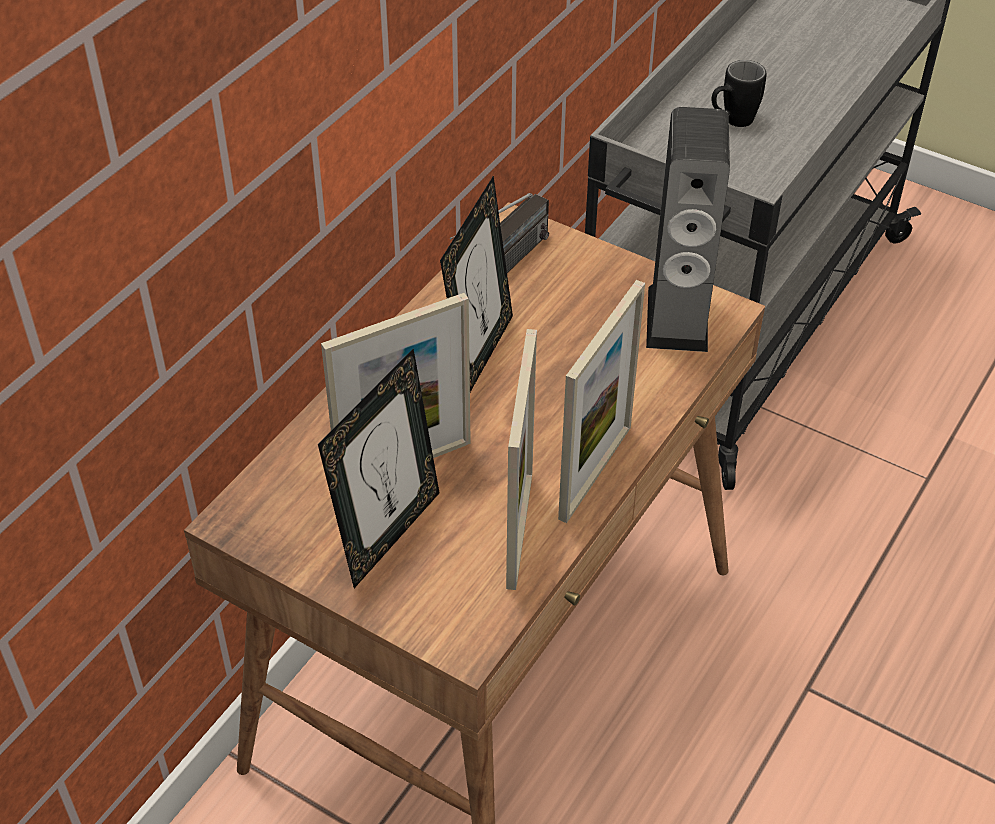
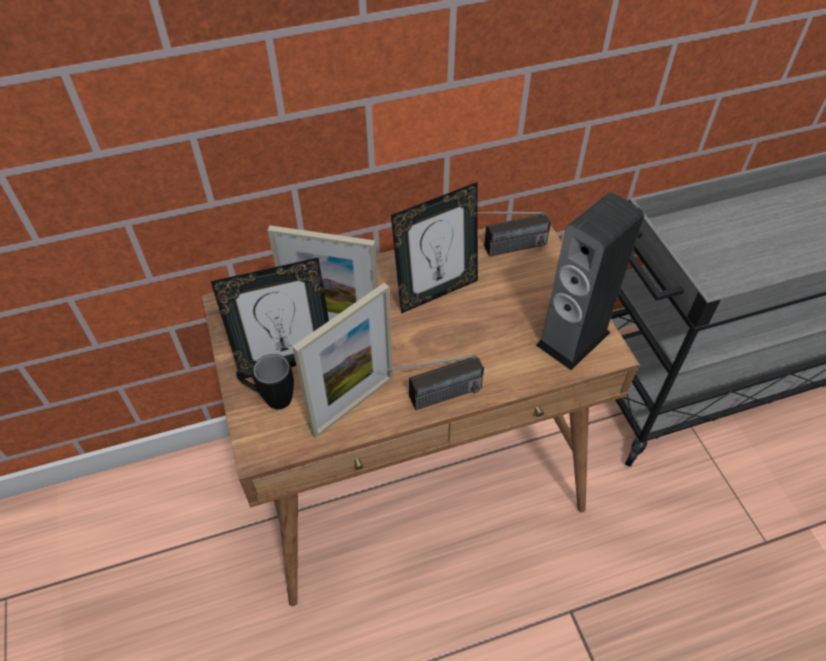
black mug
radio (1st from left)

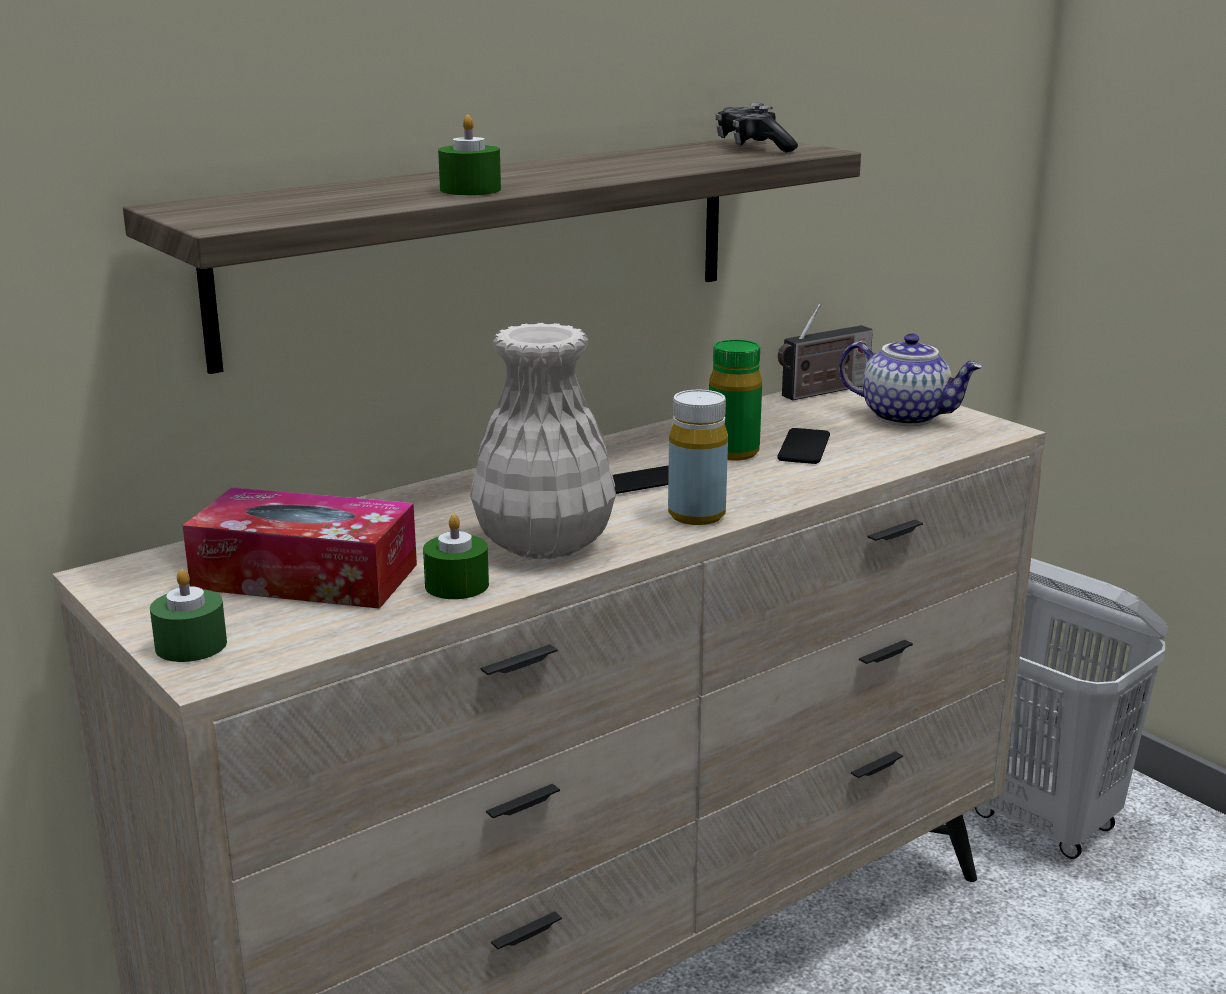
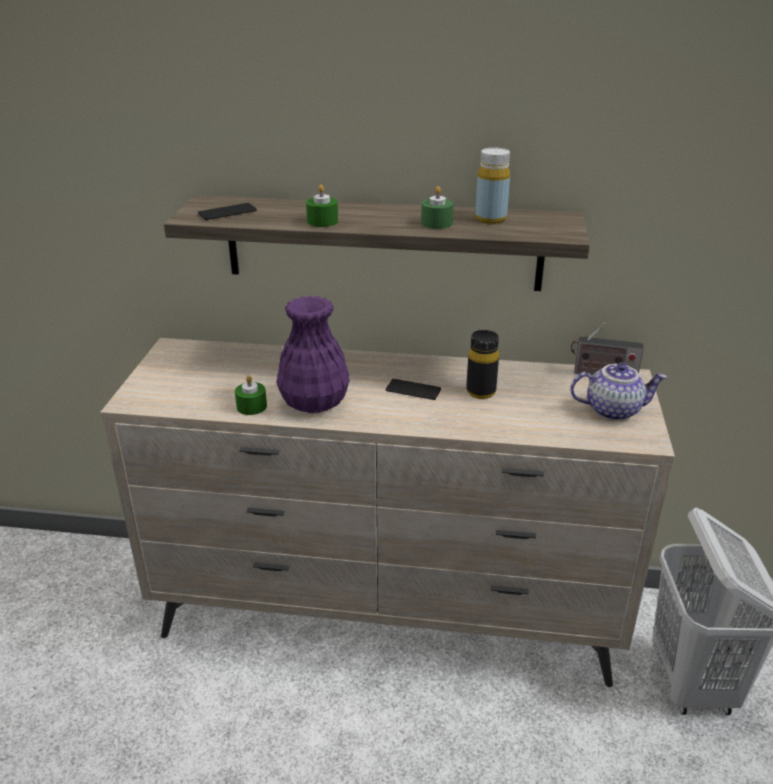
phone (1st from left)
purple vase
green candle (3rd from left)
black bottle
yellow bottle
teapot
tissue box
game controller

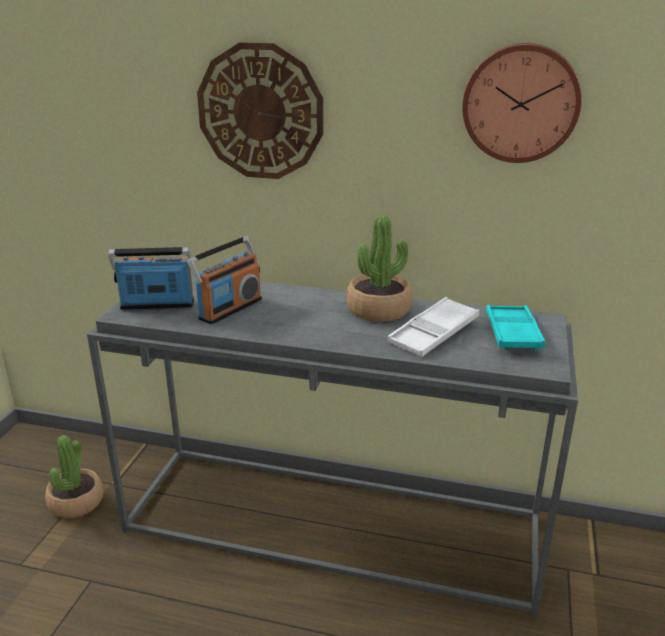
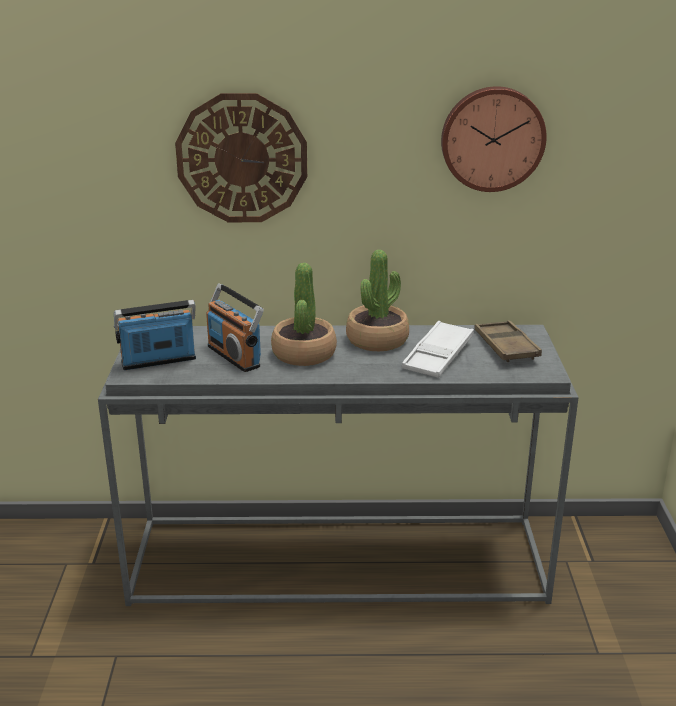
radio (2nd from left)
potted plant (1st from left)
brown tray

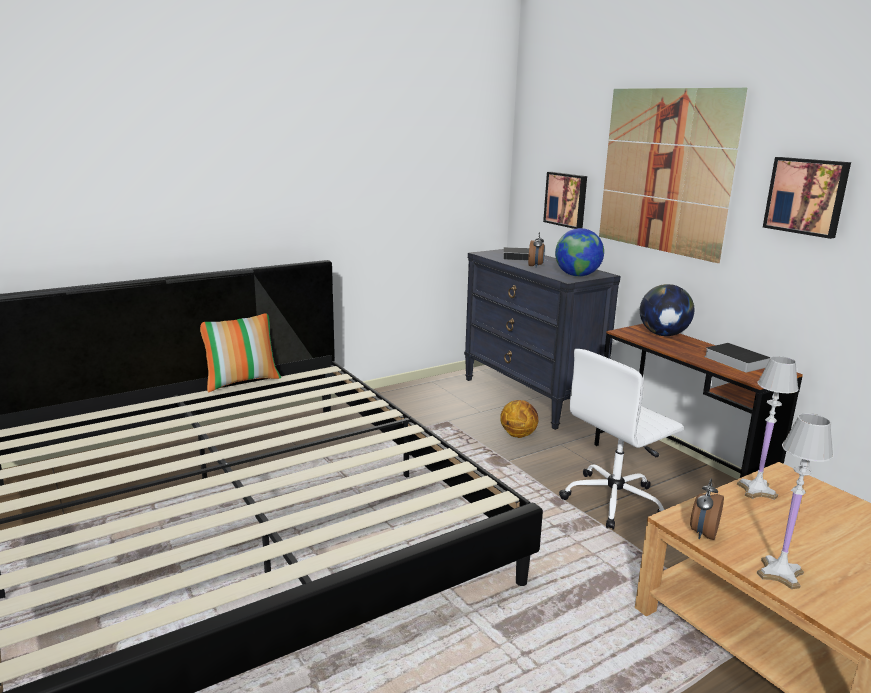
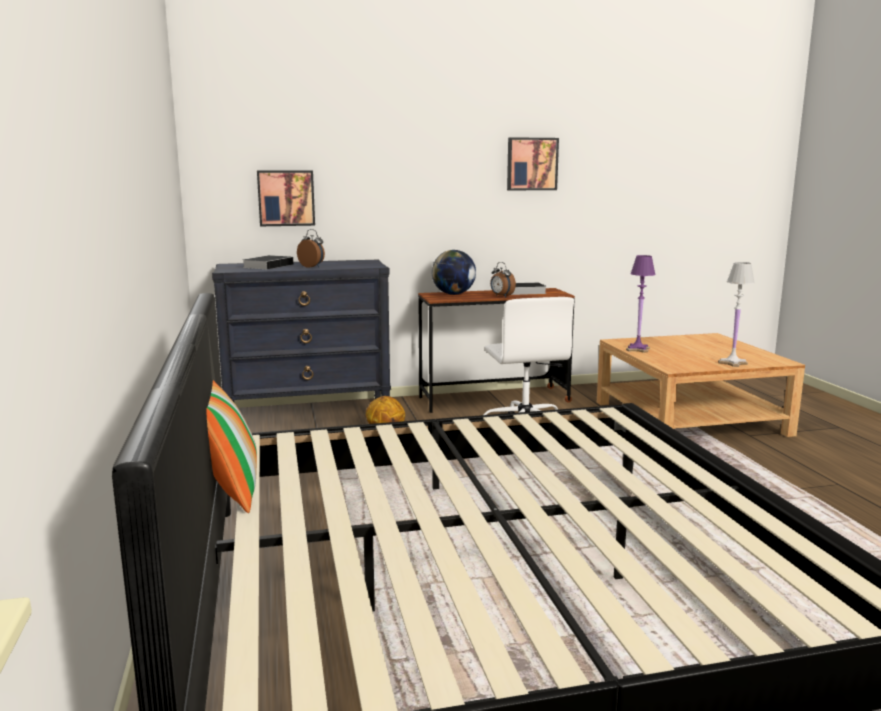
alarm clock (2nd from left)
purple table lamp
globe (1st from left in the first image)
picture (2nd from left in the first image)

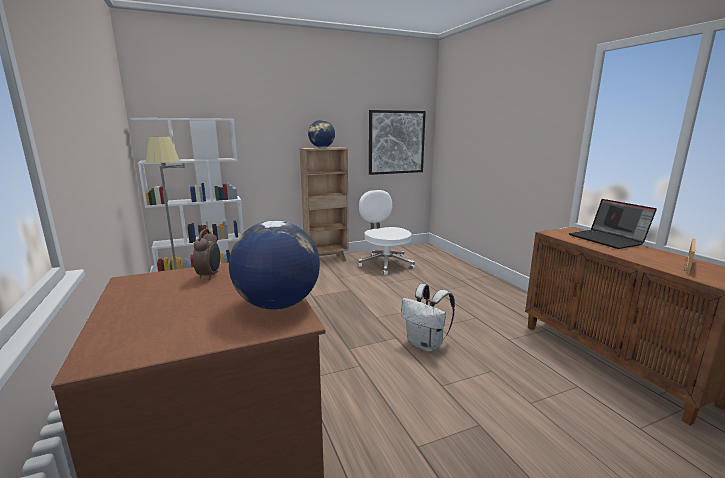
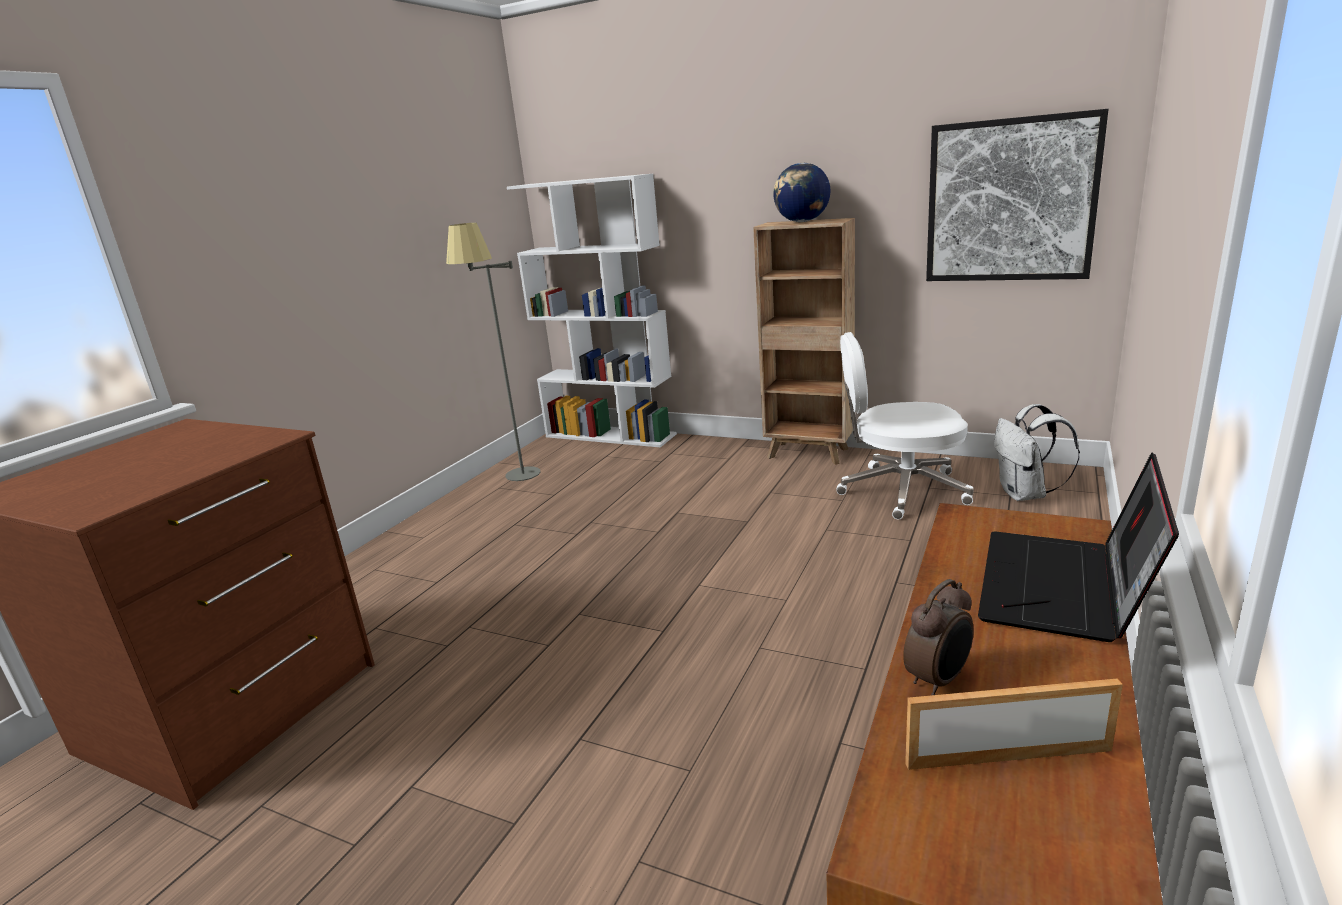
white office chair
alarm clock
white backpack
globe (1st from left in the first image)

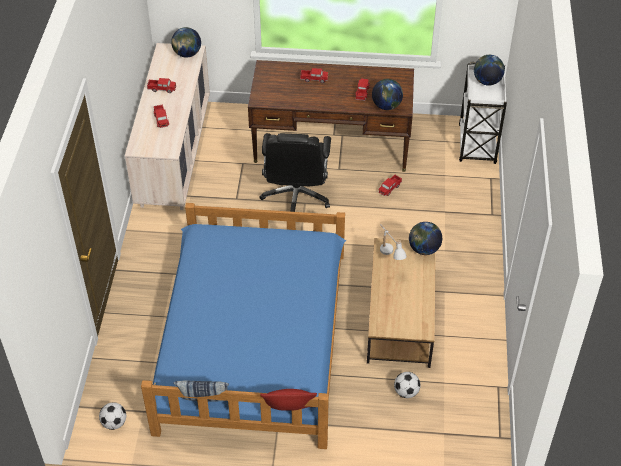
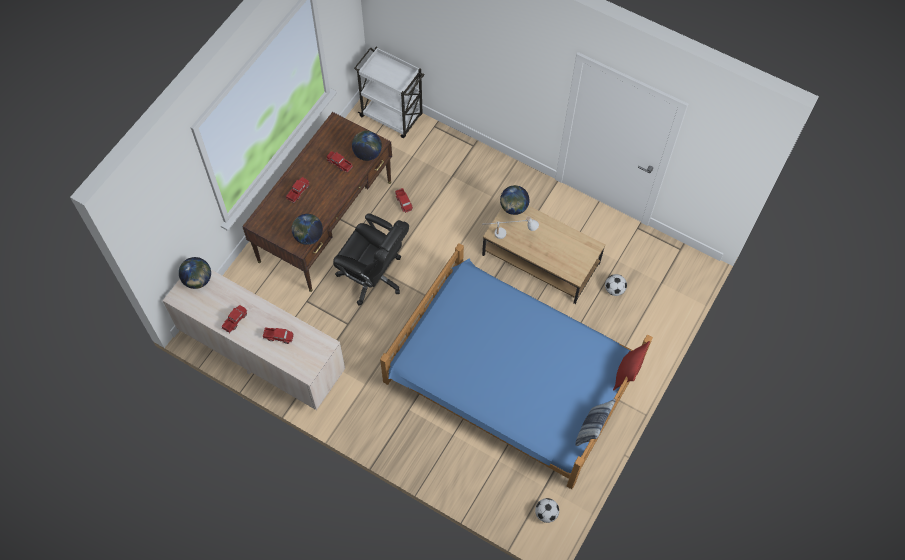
globe (2nd from left)

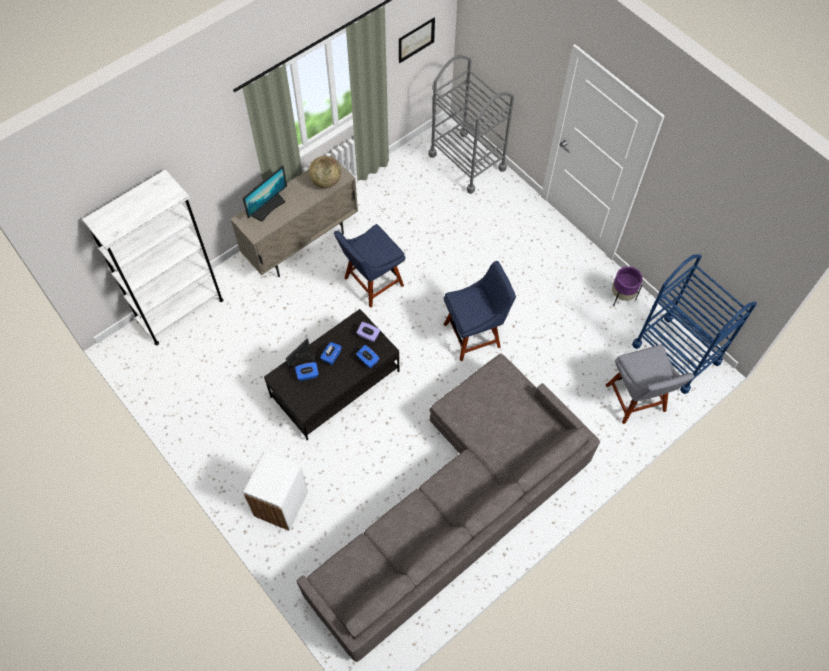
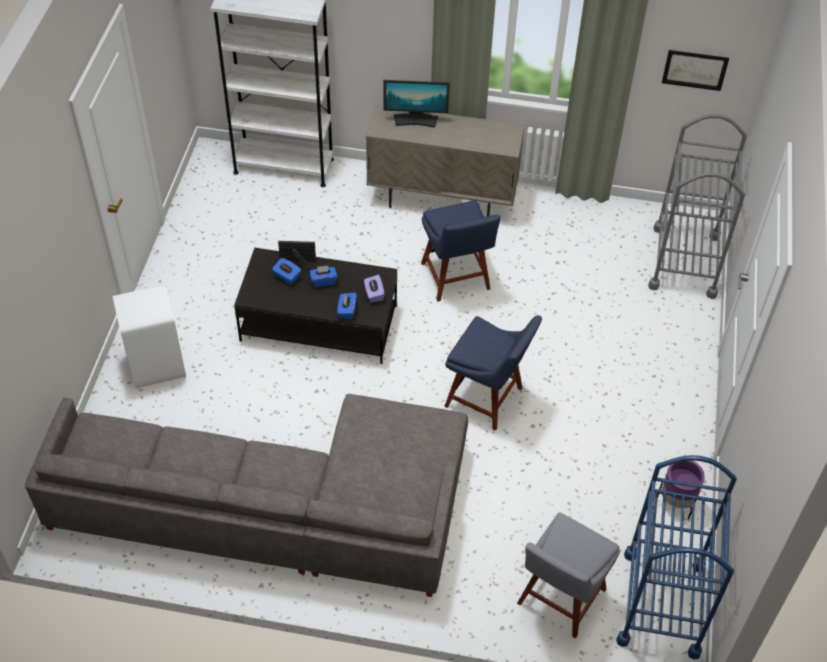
blue chair (1st from left)
globe

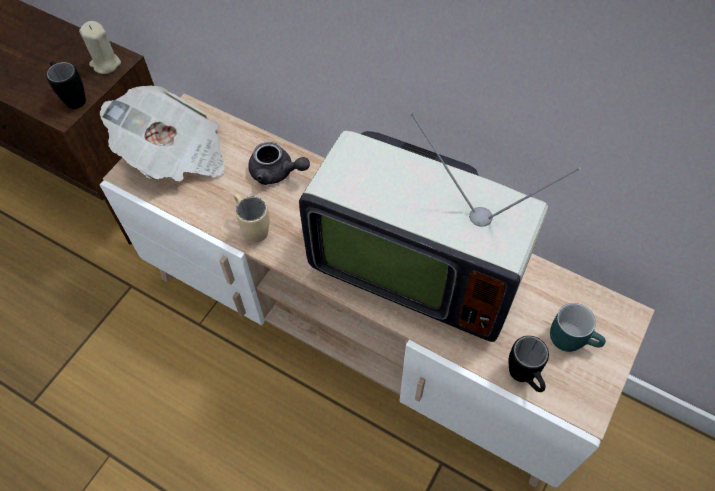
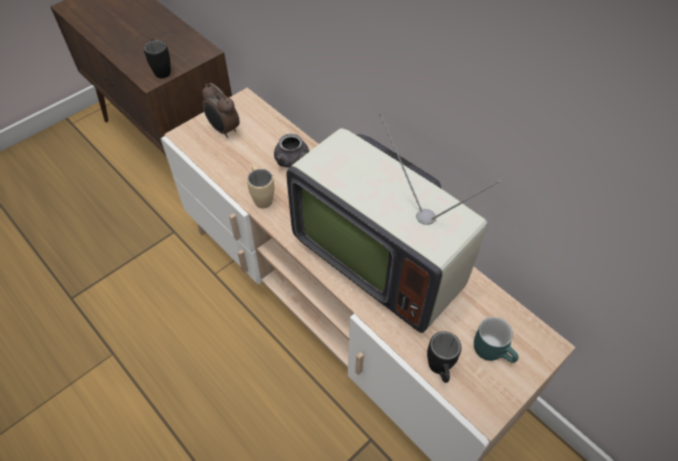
alarm clock
beige candle

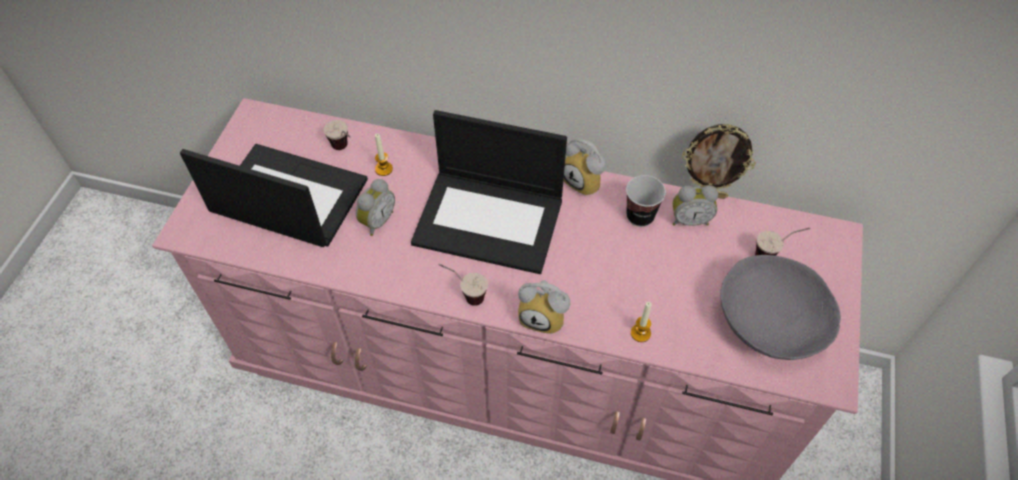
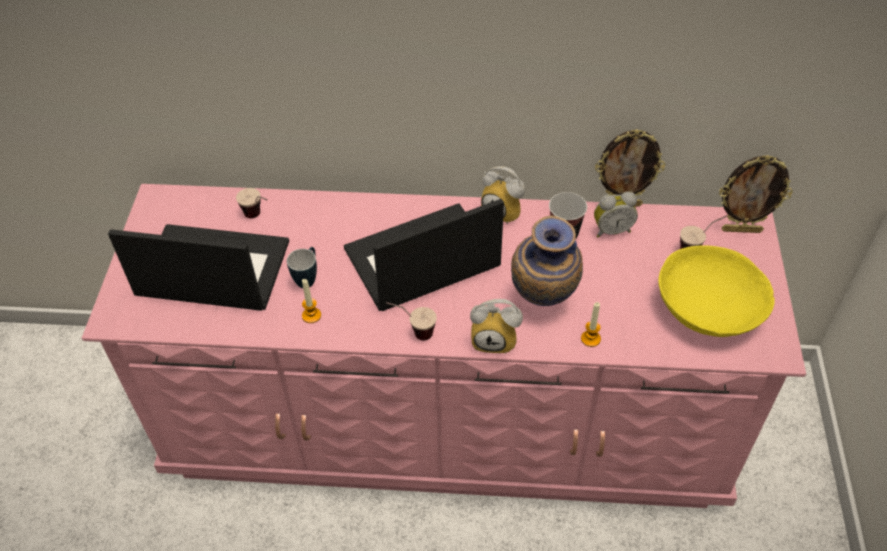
mug
candle (1st from left)
laptop (2nd from left)
vase
yellow bowl
picture frame (2nd from left)

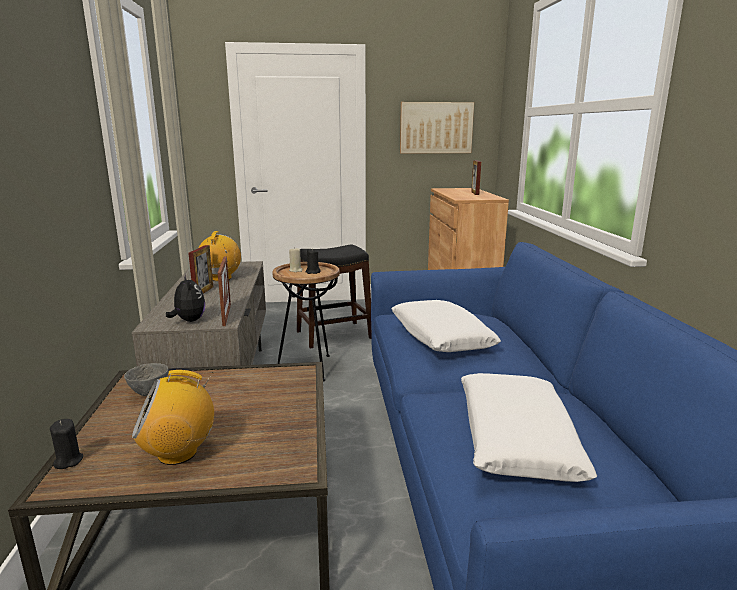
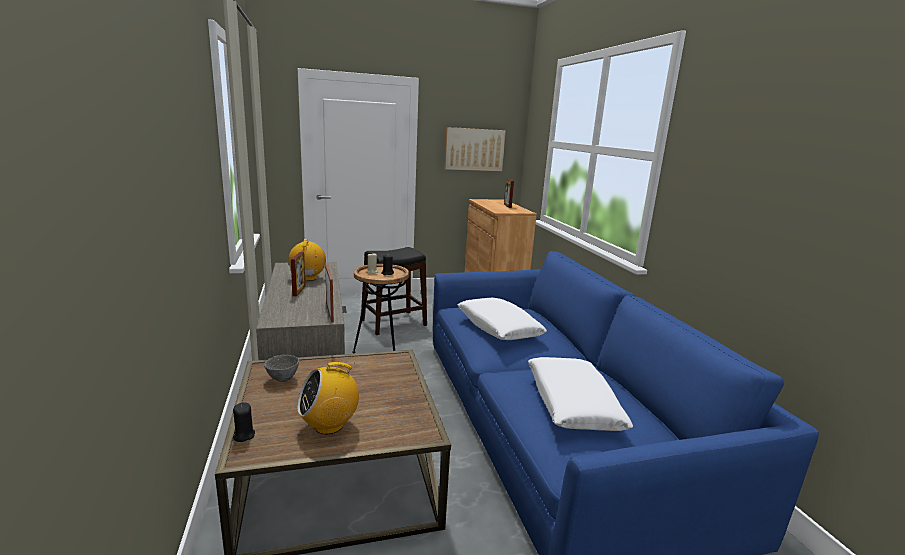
plush toy

